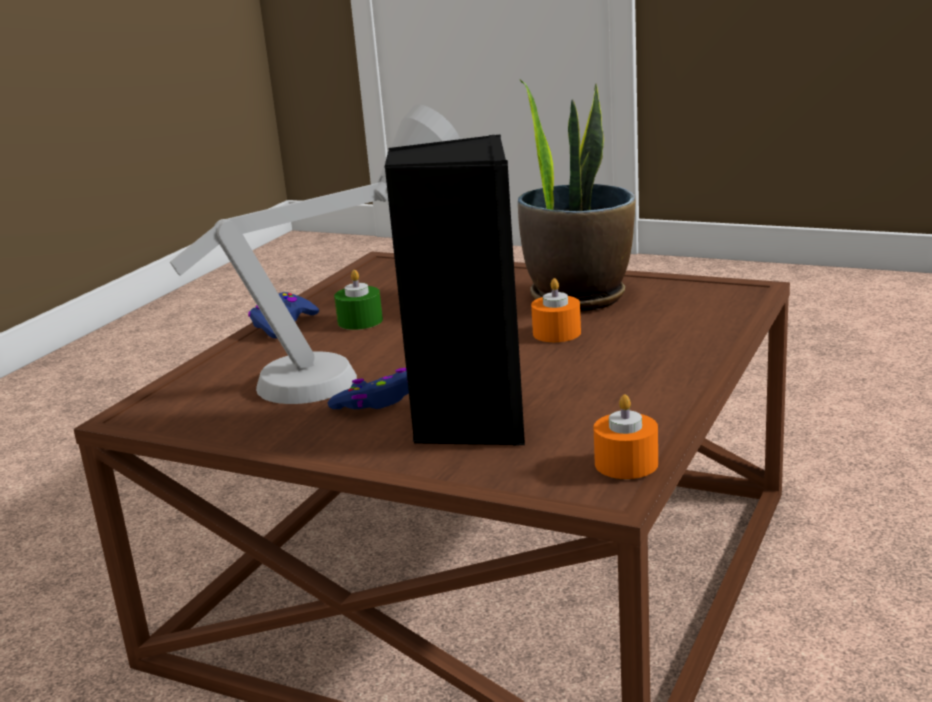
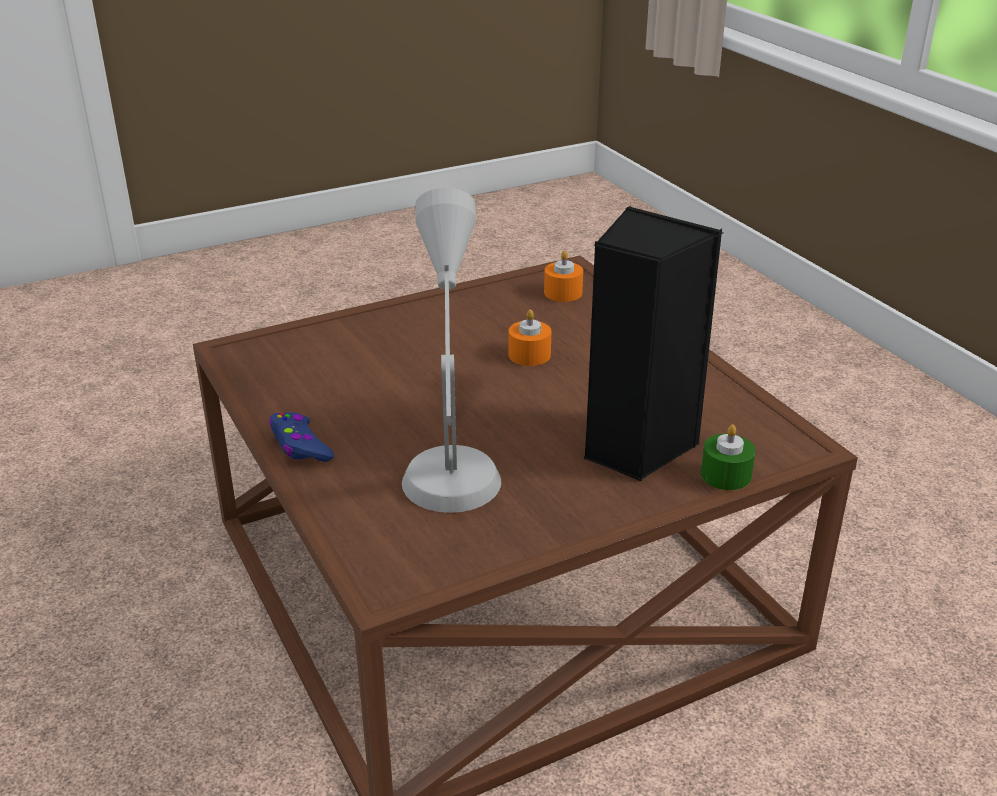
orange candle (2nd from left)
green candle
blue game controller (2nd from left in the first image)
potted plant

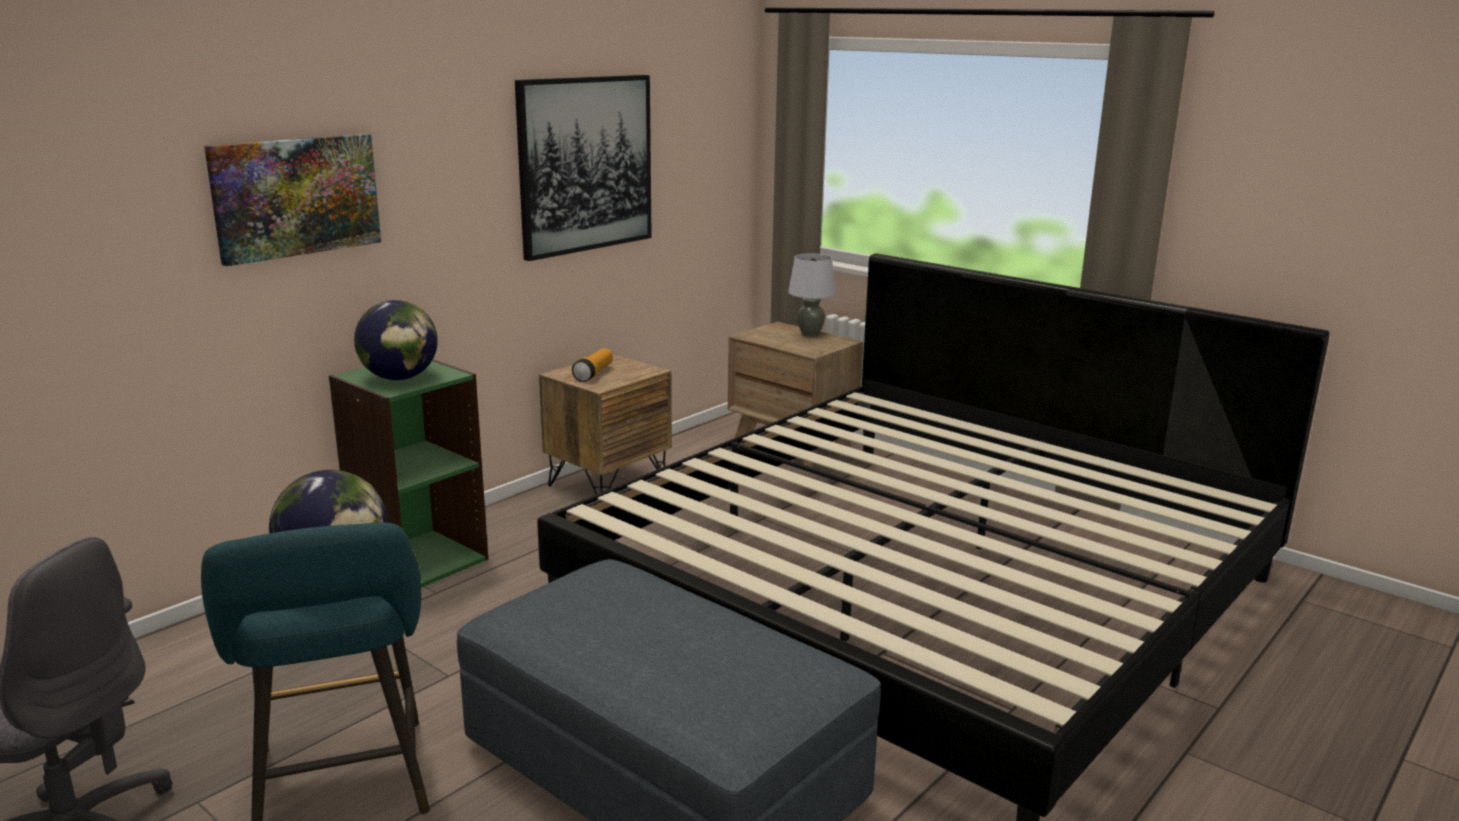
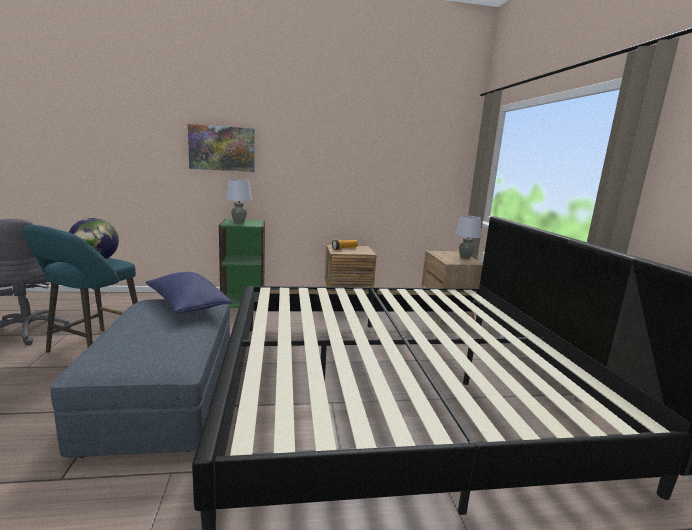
blue pillow
grey table lamp (1st from left)
picture (2nd from left in the first image)

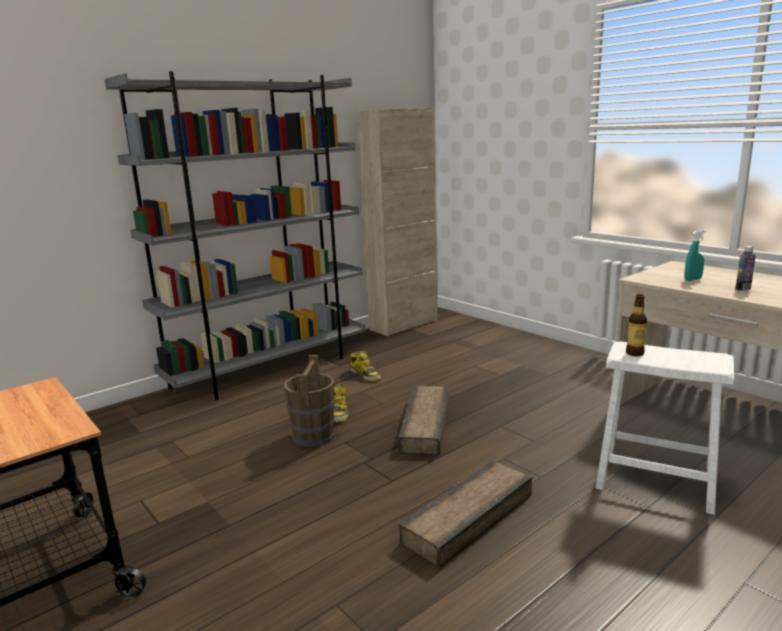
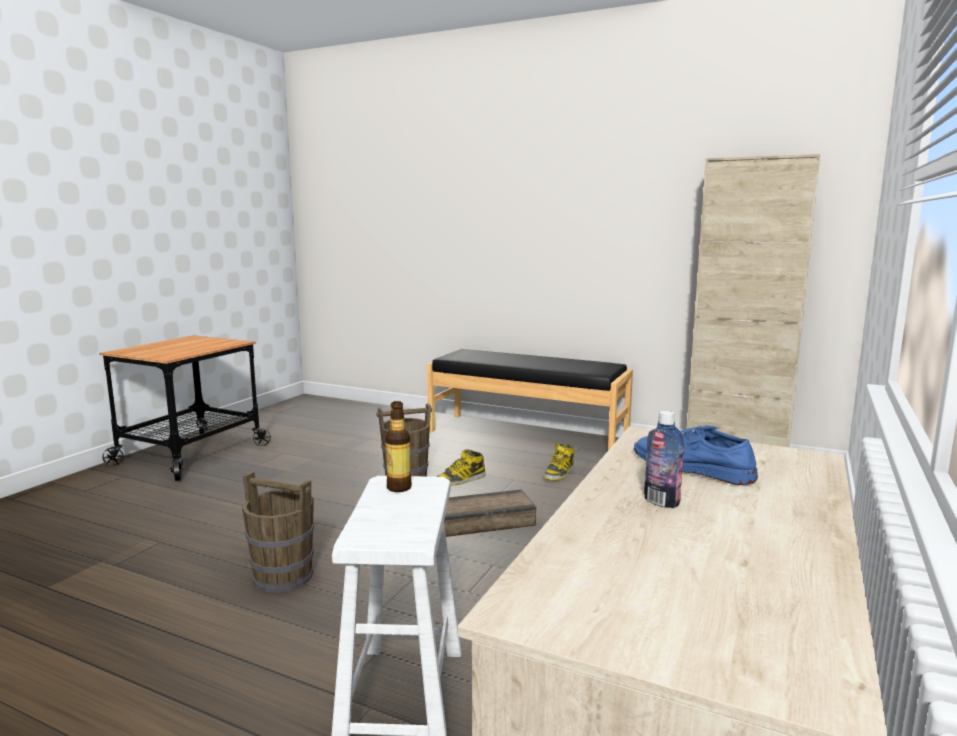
brown bucket (1st from left)
black bench
blue shoe

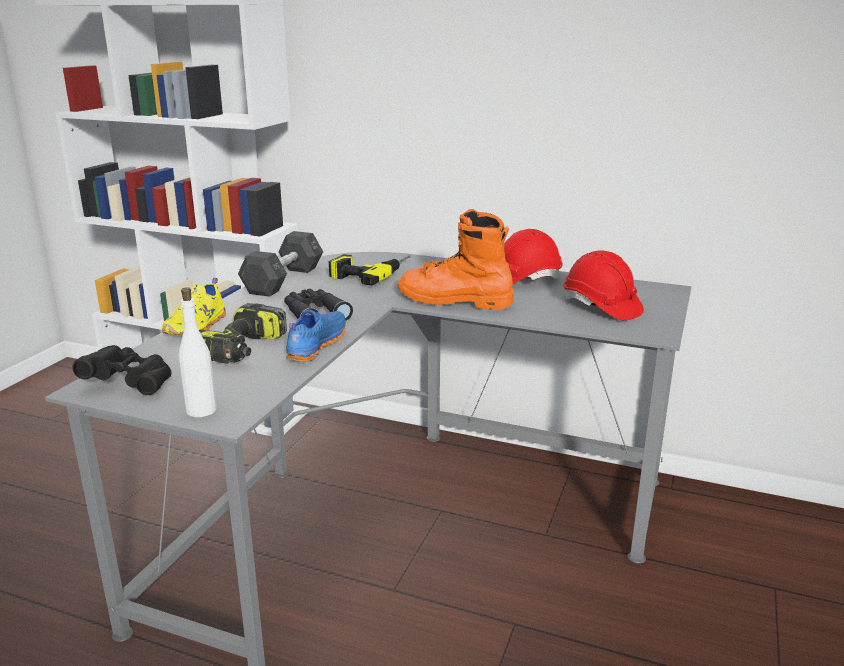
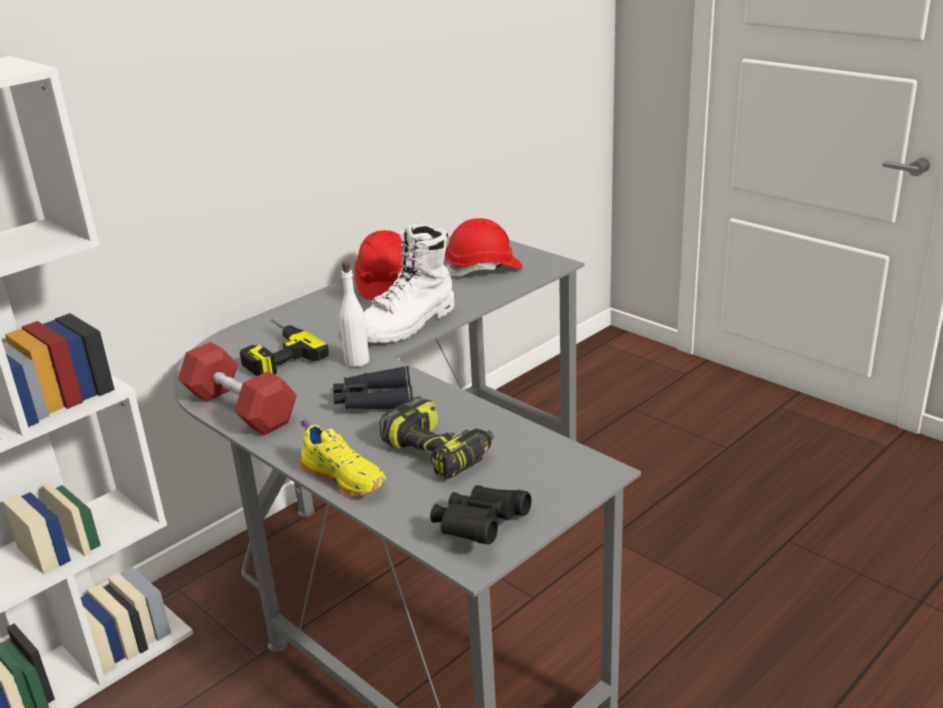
red dumbbell
white bottle
white boot
blue shoe

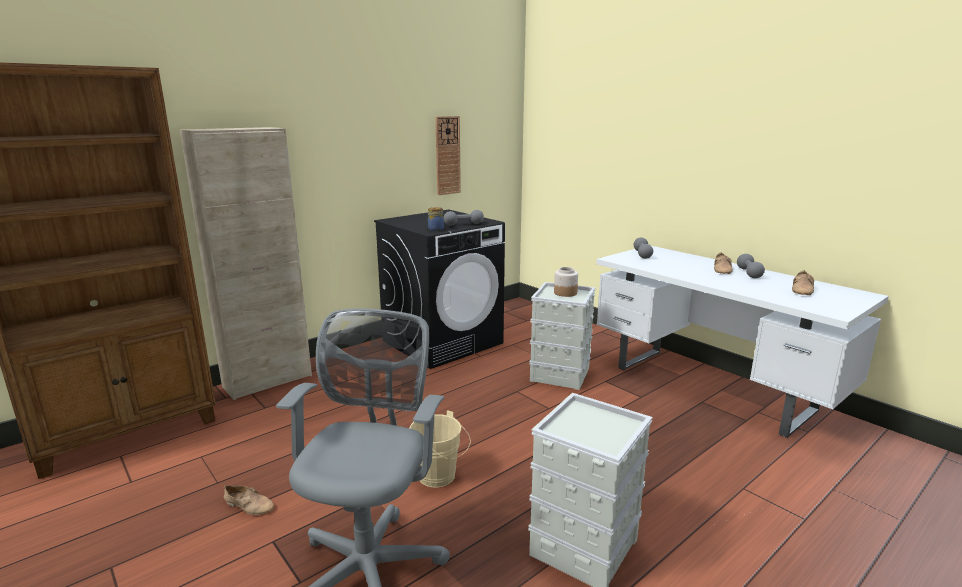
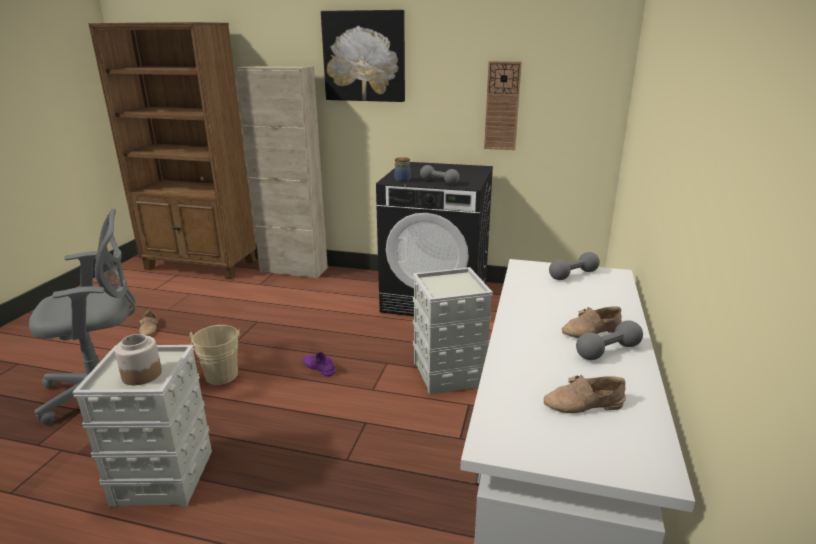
jar (1st from left)
purple shoe
picture

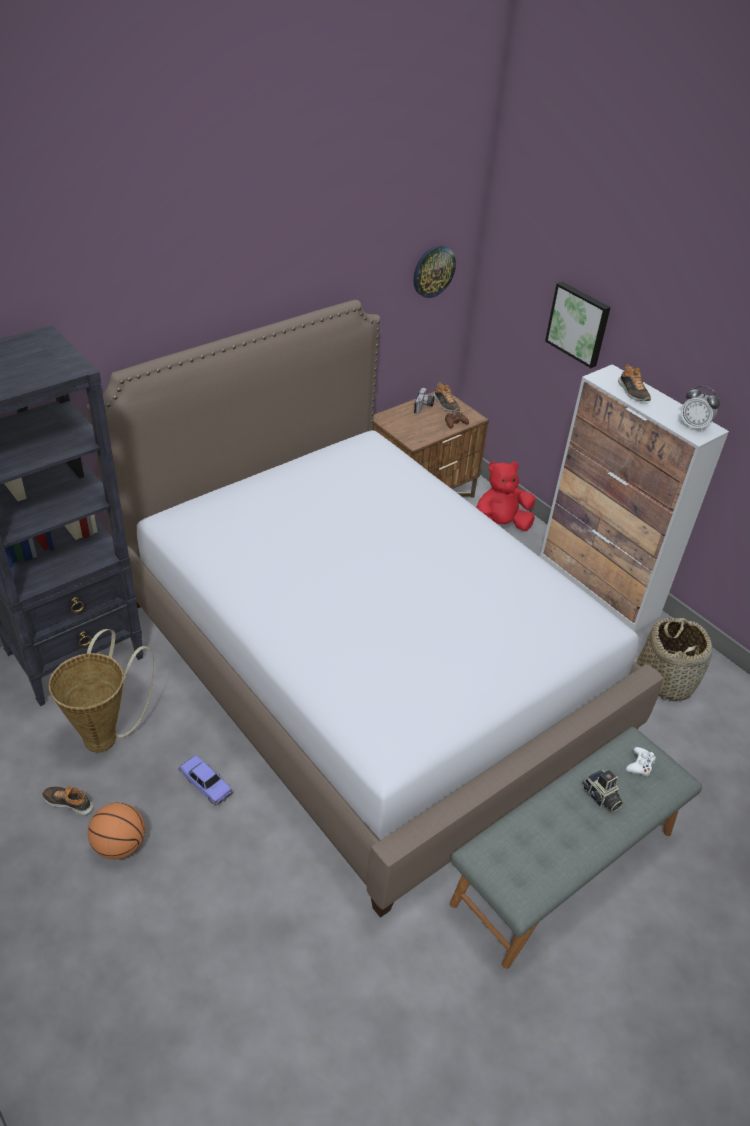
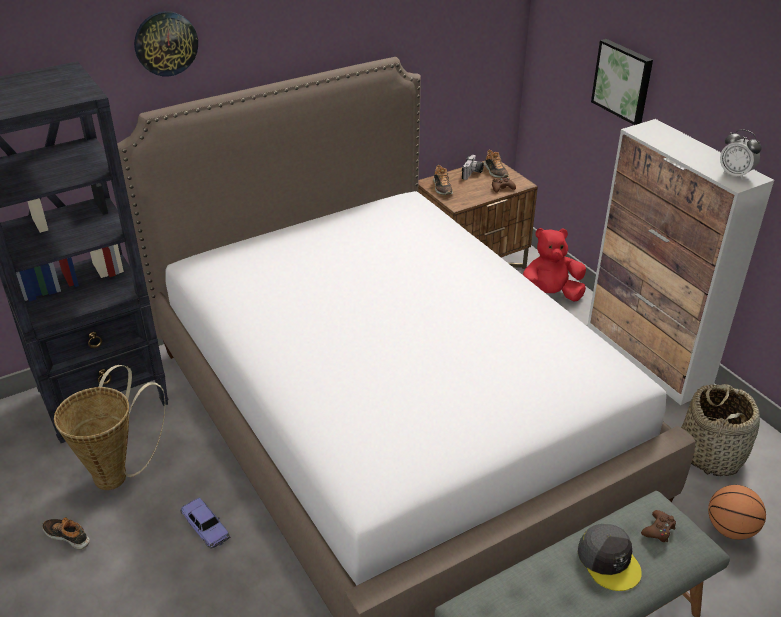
wall clock
shoe (2nd from left)
grey cap
brown game controller (2nd from left)
basketball

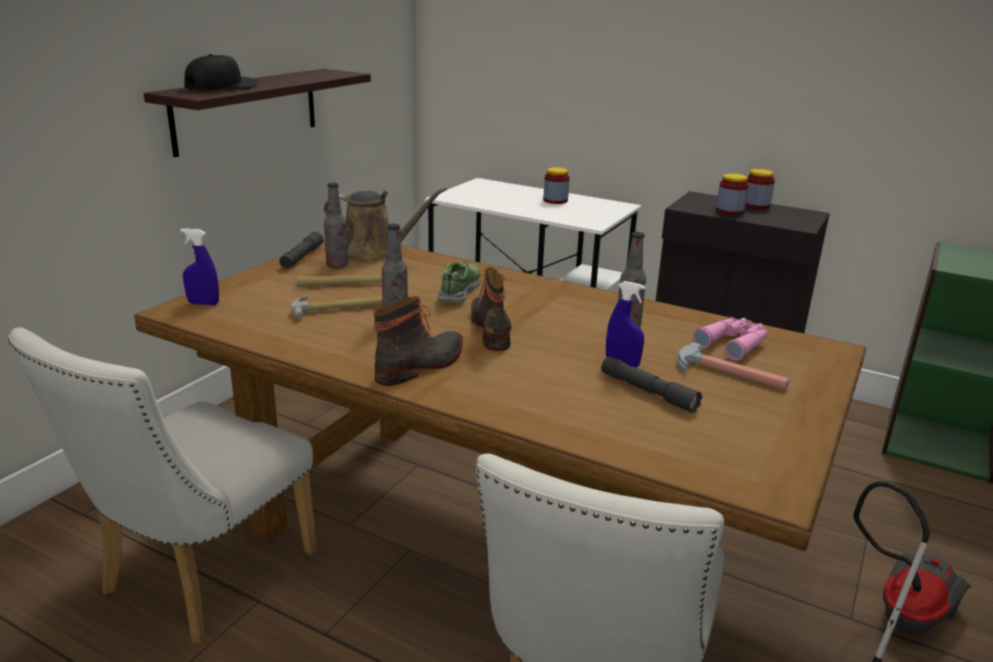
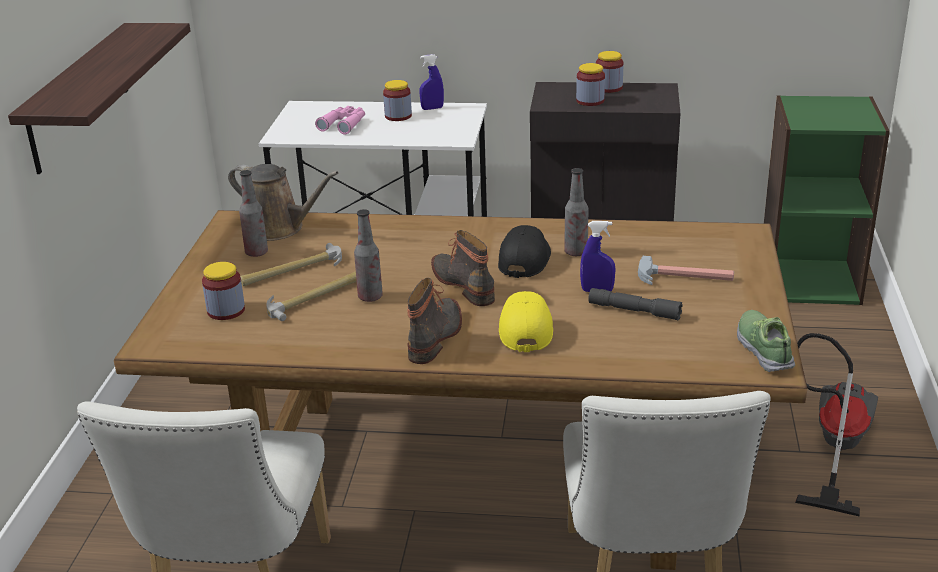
jar (1st from left)
brown watering can
pink binoculars
blue spray bottle (1st from left)
black cap
yellow cap
shoe
grey flashlight (1st from left in the first image)

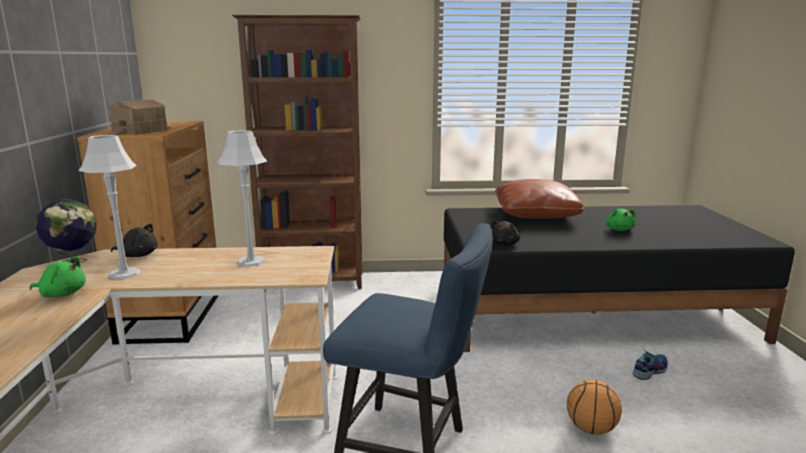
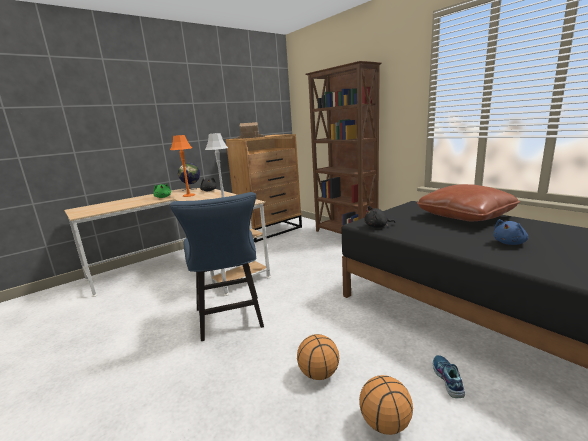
orange table lamp
basketball (2nd from left)
shoe
blue plush toy

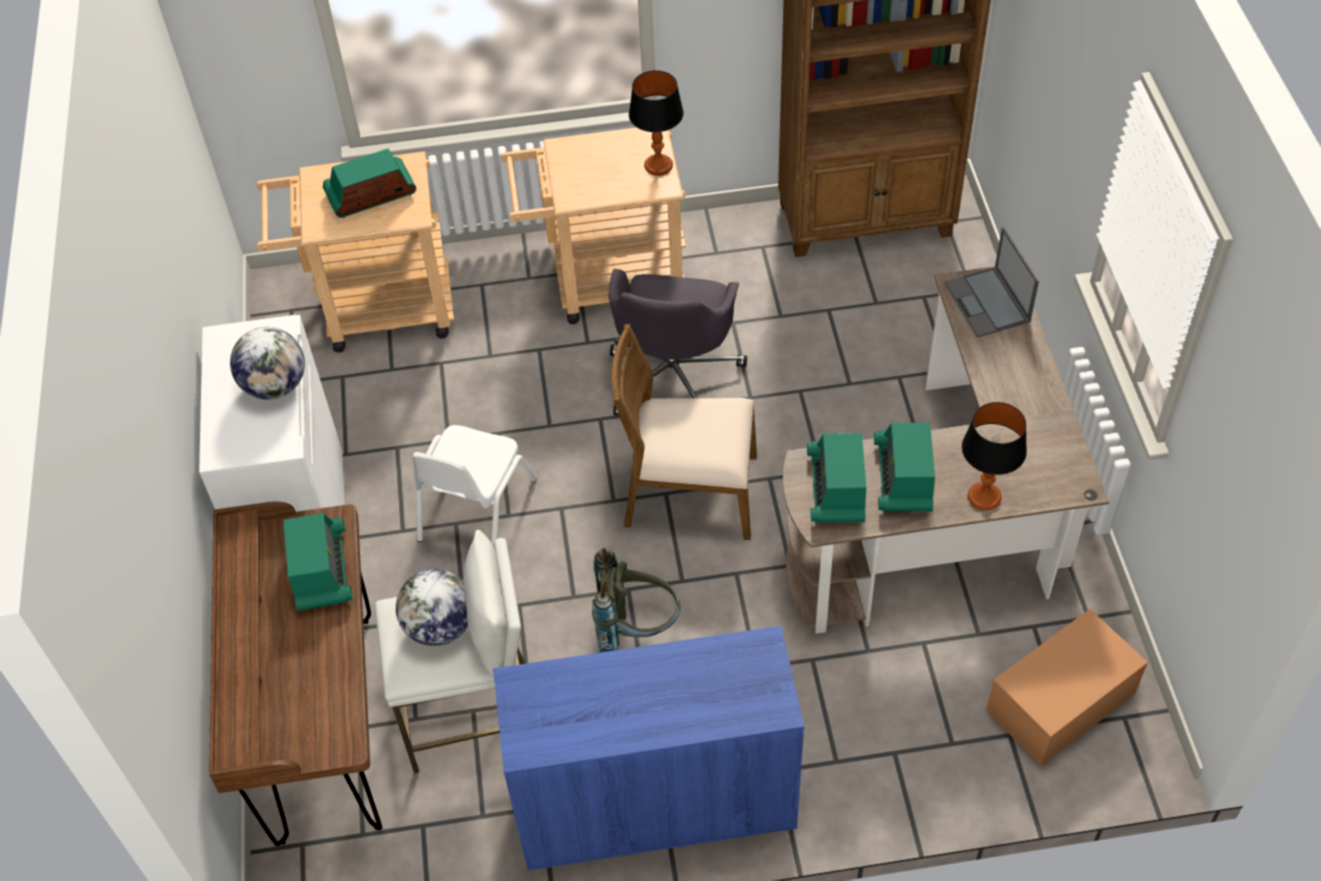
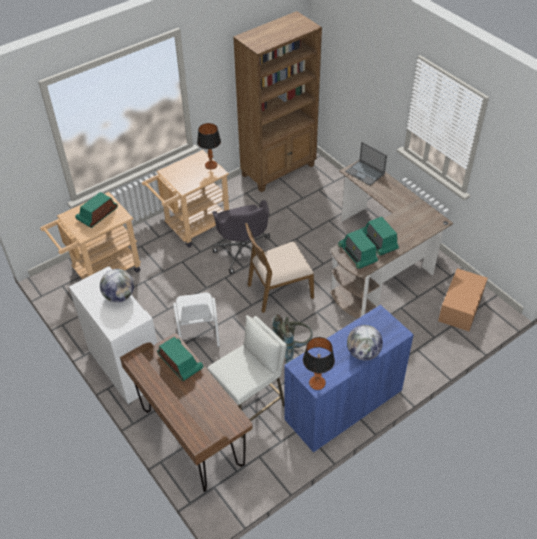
table lamp (2nd from left)
globe (2nd from left)

